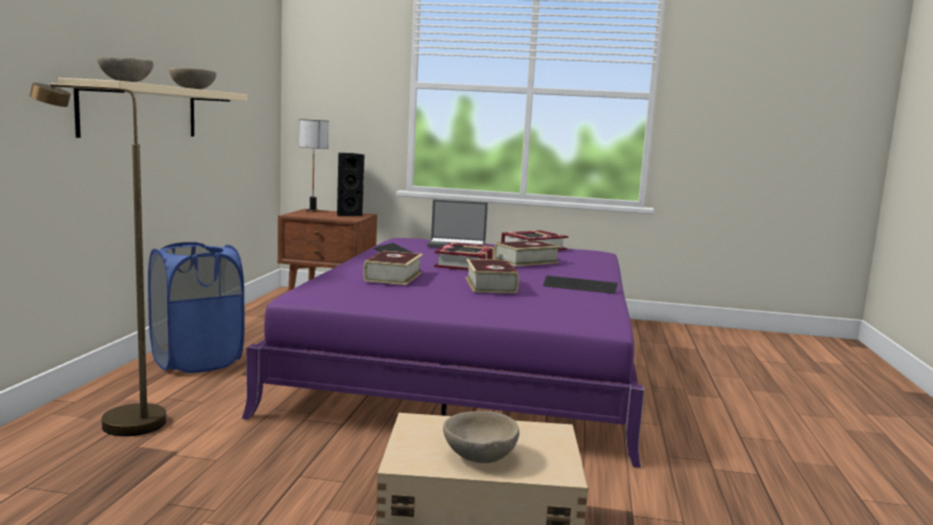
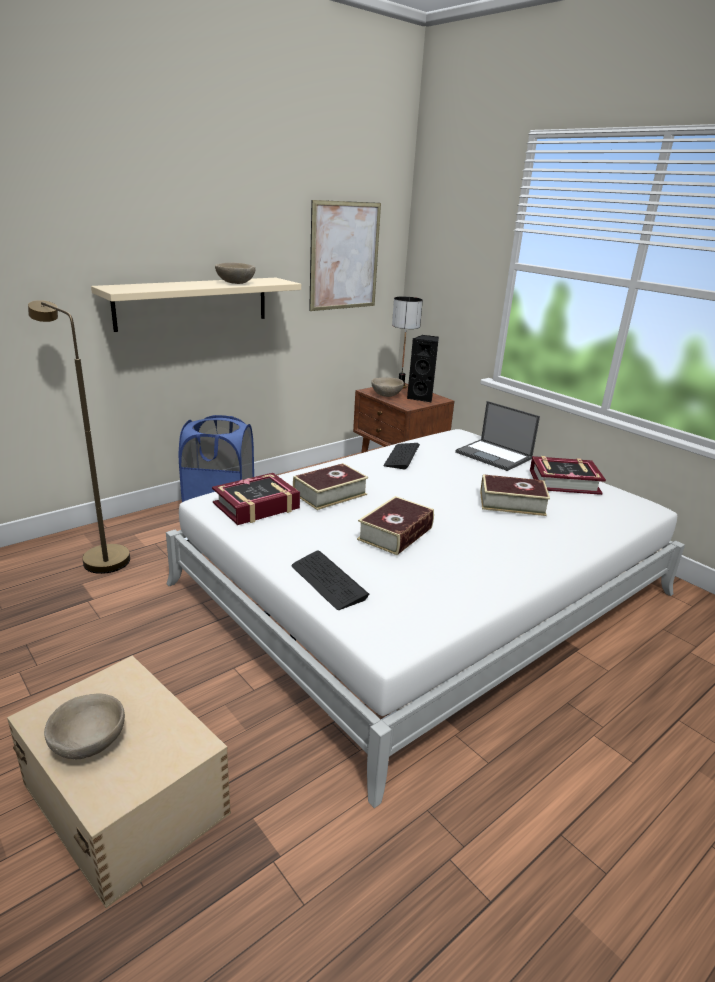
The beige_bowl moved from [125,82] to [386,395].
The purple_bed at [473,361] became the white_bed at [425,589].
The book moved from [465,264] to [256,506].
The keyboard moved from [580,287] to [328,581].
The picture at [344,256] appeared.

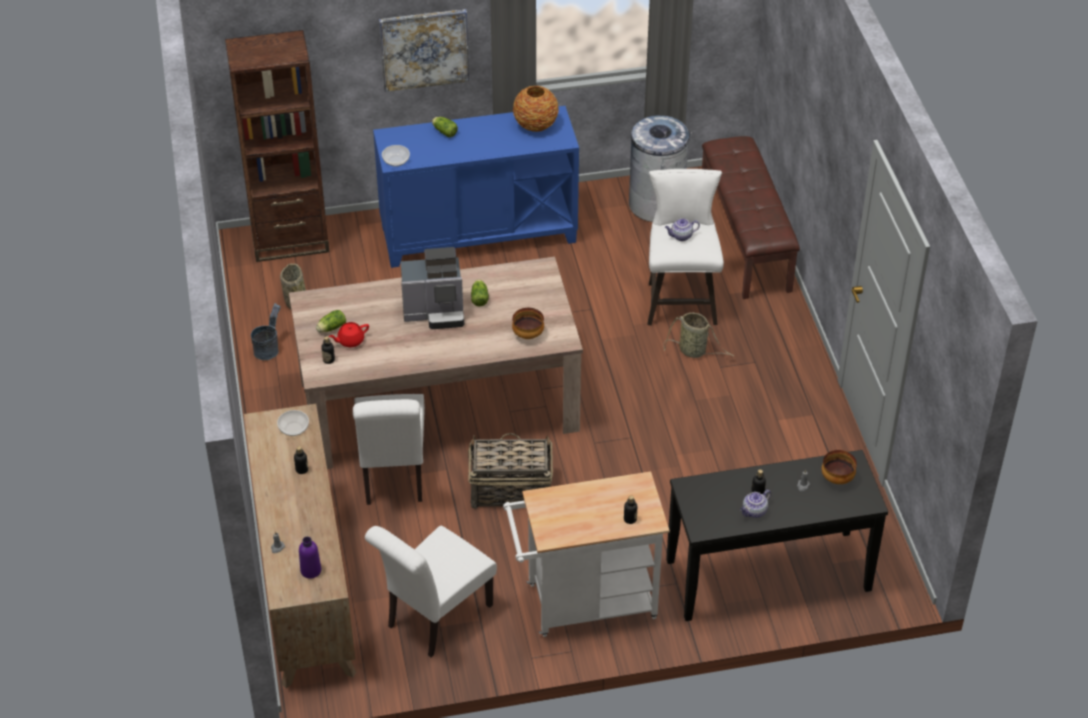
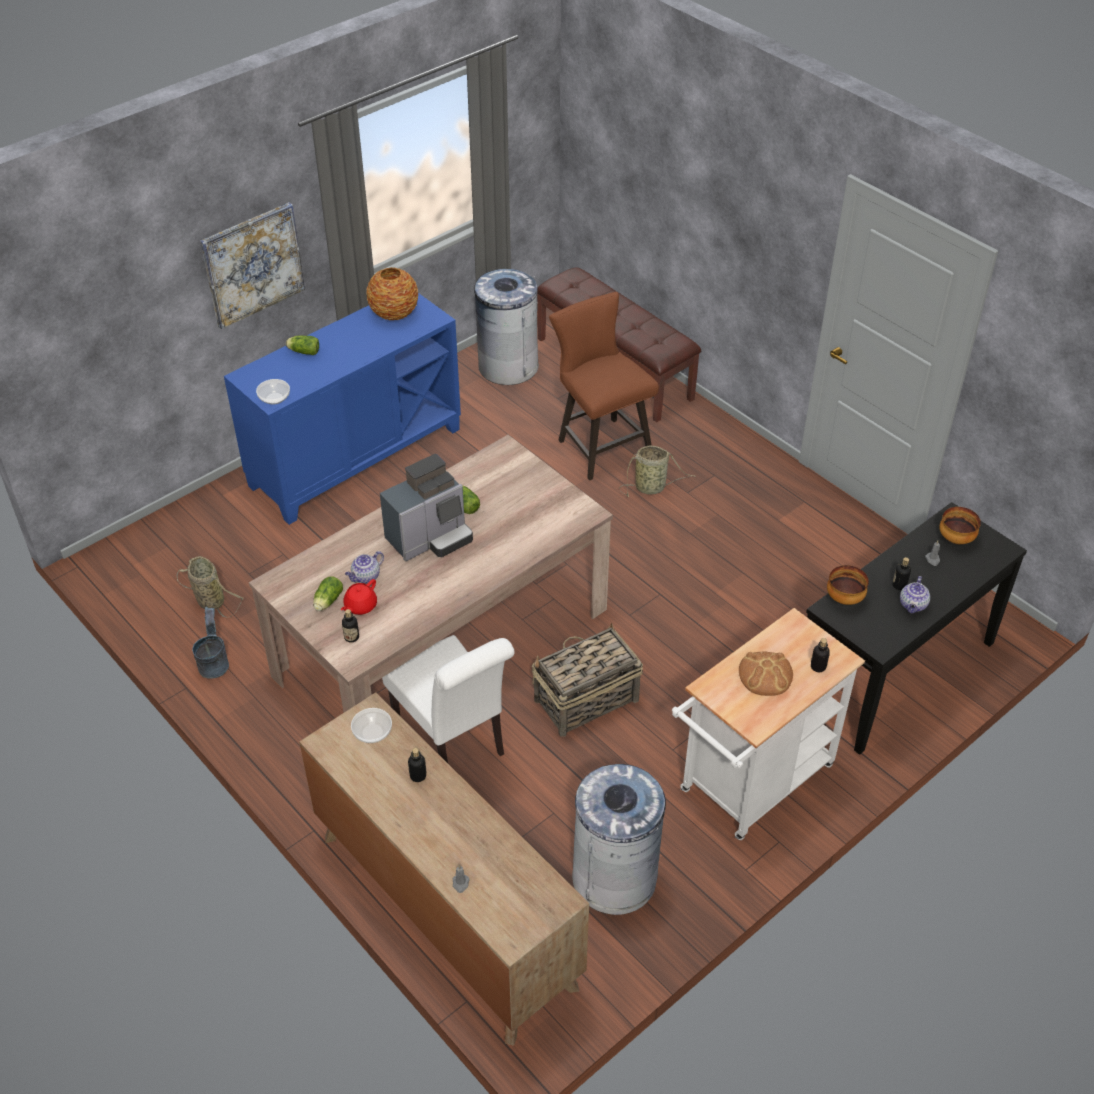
The brown_bookcase at [290,240] disappeared.
The purple_bottle at [311,570] disappeared.
The white_chair at [434,619] was replaced by the grey_trash_can at [615,877].
The bowl moved from [528,335] to [844,599].
The white_stool at [680,299] became the brown_stool at [600,444].
The teapot moved from [681,236] to [365,577].
The bread at [765,675] appeared.

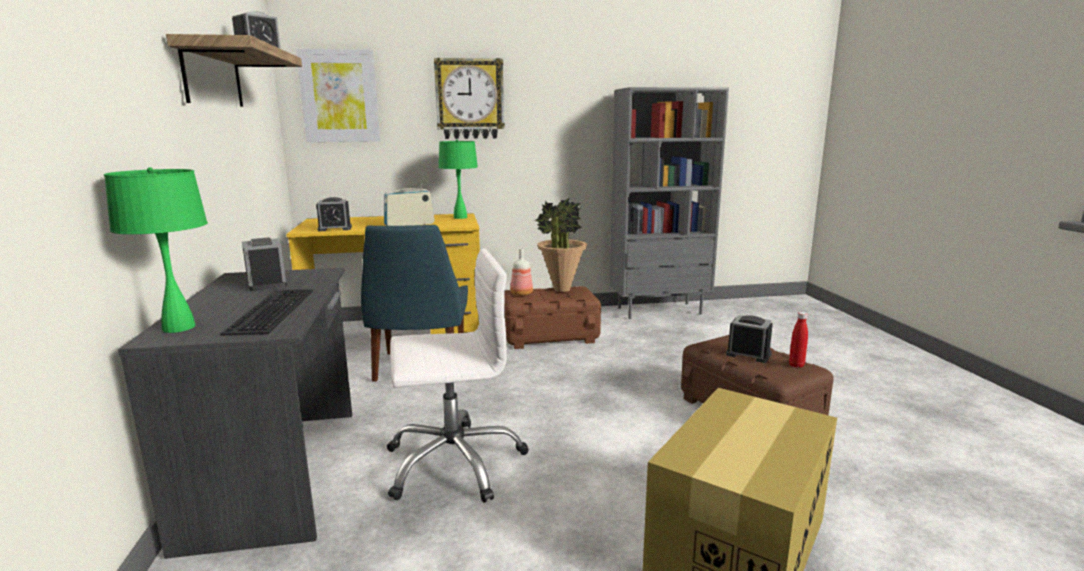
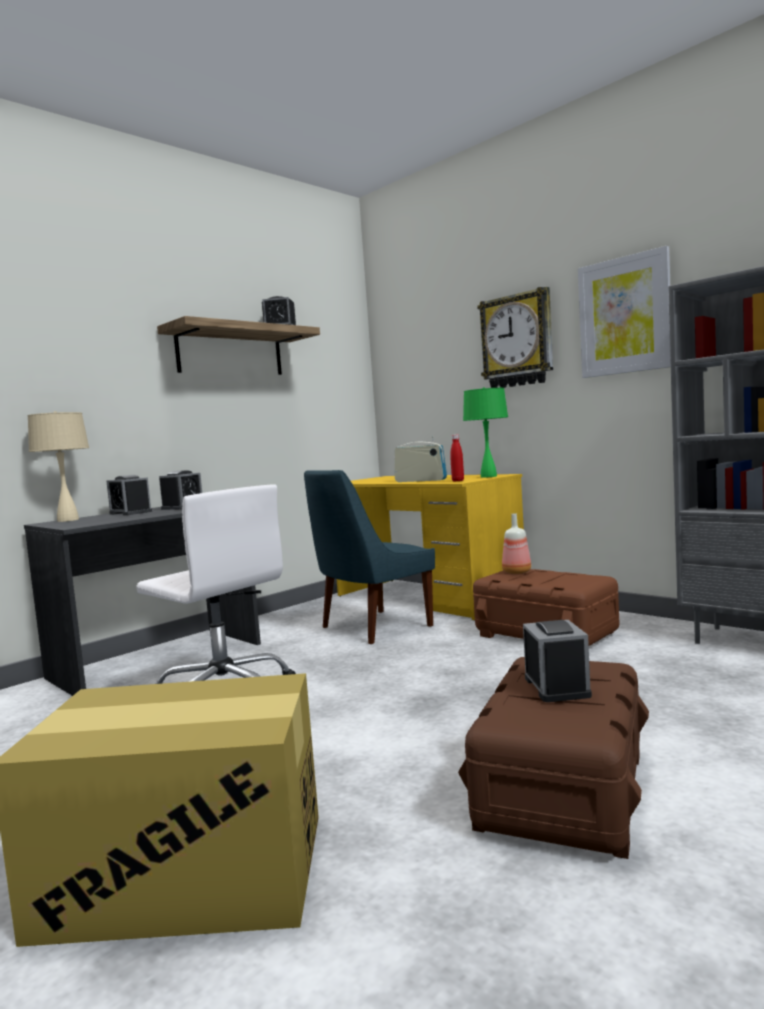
The green_table_lamp at [179,327] became the beige_table_lamp at [68,520].
The keyboard at [269,310] disappeared.
The picture moved from [339,96] to [624,315].
The alarm_clock moved from [335,228] to [130,513].
The potted_plant at [561,289] disappeared.
The red_bottle moved from [796,365] to [458,481].

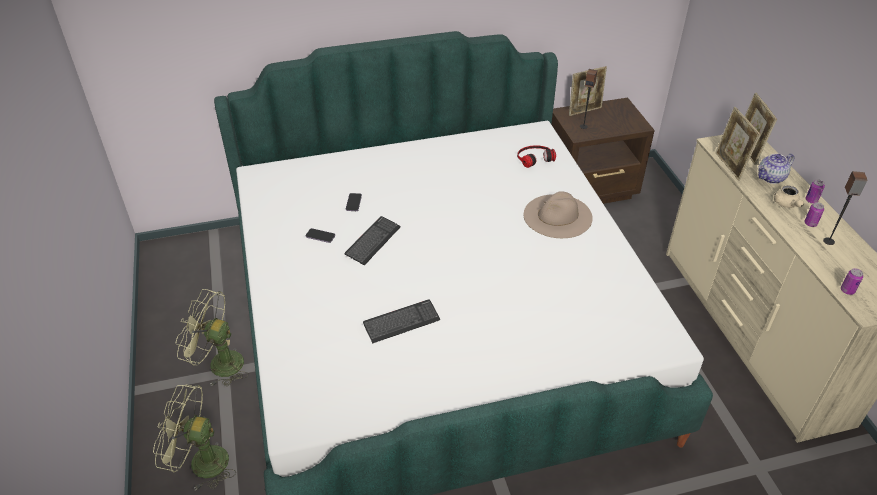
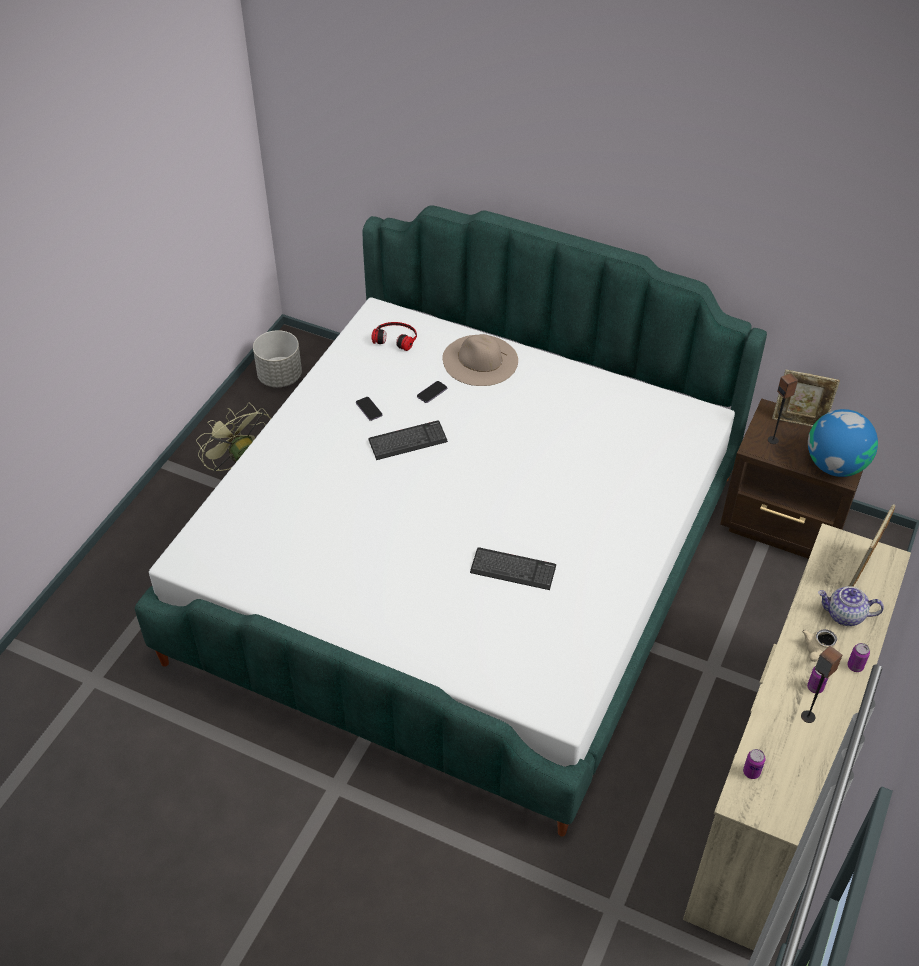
The green_fan at [200,463] disappeared.
The keyboard moved from [401,322] to [513,570].
The headphones moved from [534,157] to [396,337].
The beige_hat moved from [557,216] to [480,360].
The picture_frame at [729,166] disappeared.
The grey_planter at [280,376] appeared.
The globe at [835,465] appeared.

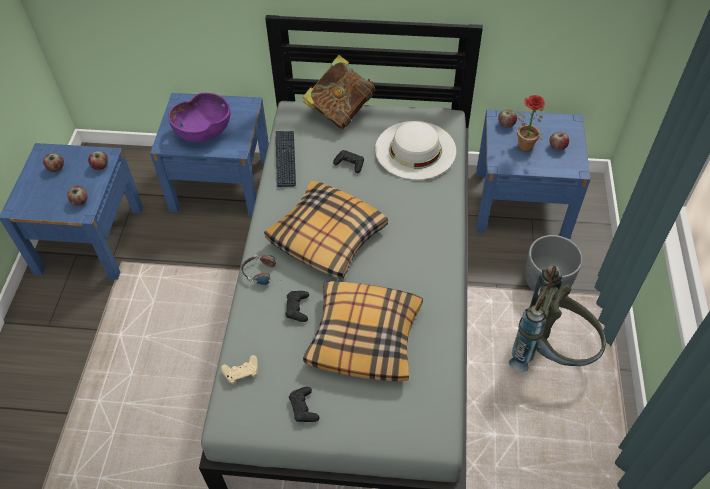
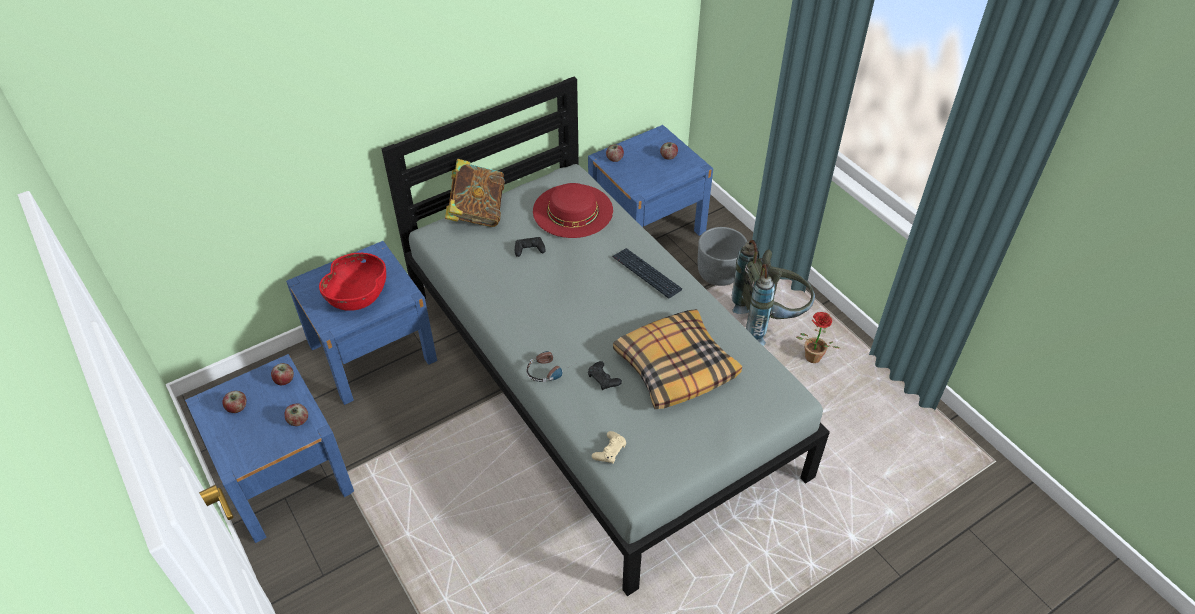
The purple_bowl at [204,132] became the red_bowl at [358,296].
The pillow at [326,237] disappeared.
The keyboard moved from [285,159] to [646,274].
The black_game_controller at [304,407] disappeared.
The white_hat at [415,150] became the red_hat at [573,210].
The potted_plant moved from [522,146] to [810,360].

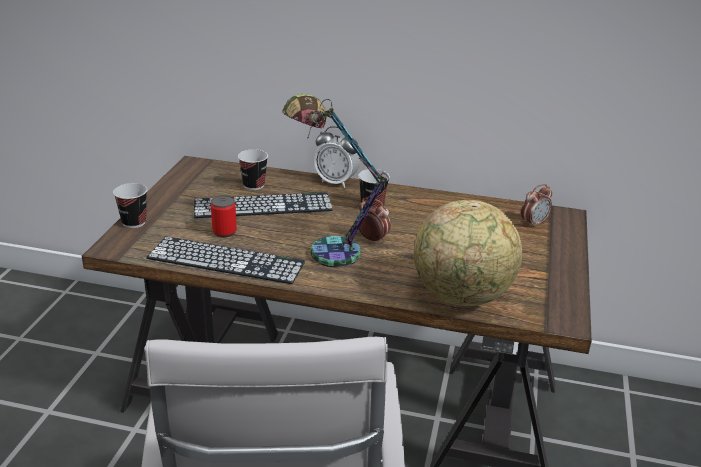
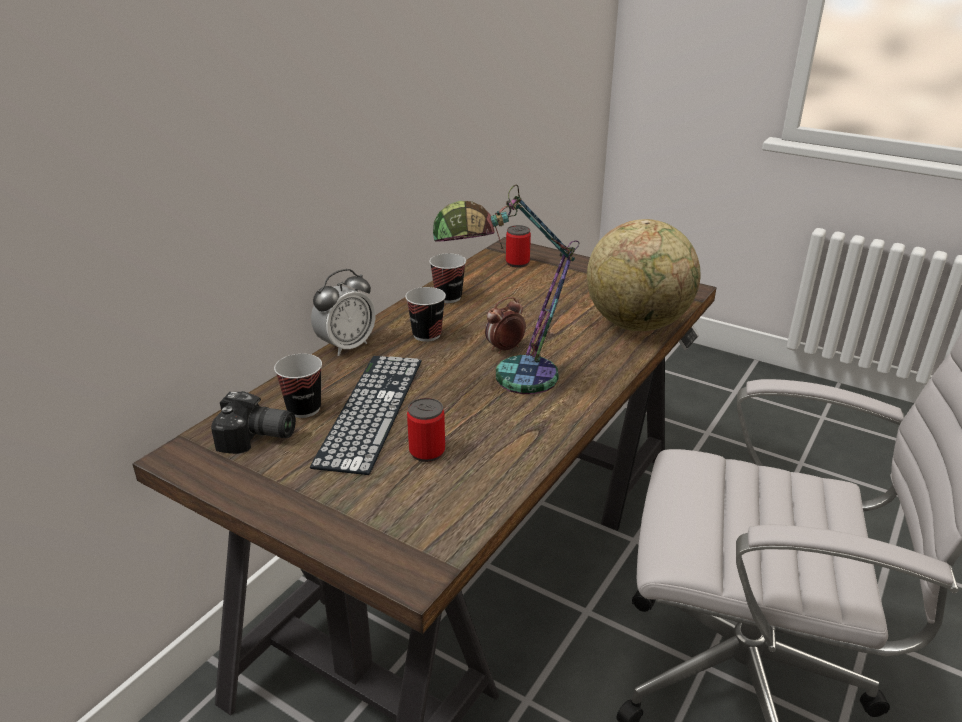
The cup moved from [134,222] to [448,297].
The keyboard at [226,260] disappeared.
The alarm_clock at [533,223] was replaced by the can at [517,263].
The photo_camera at [257,439] appeared.

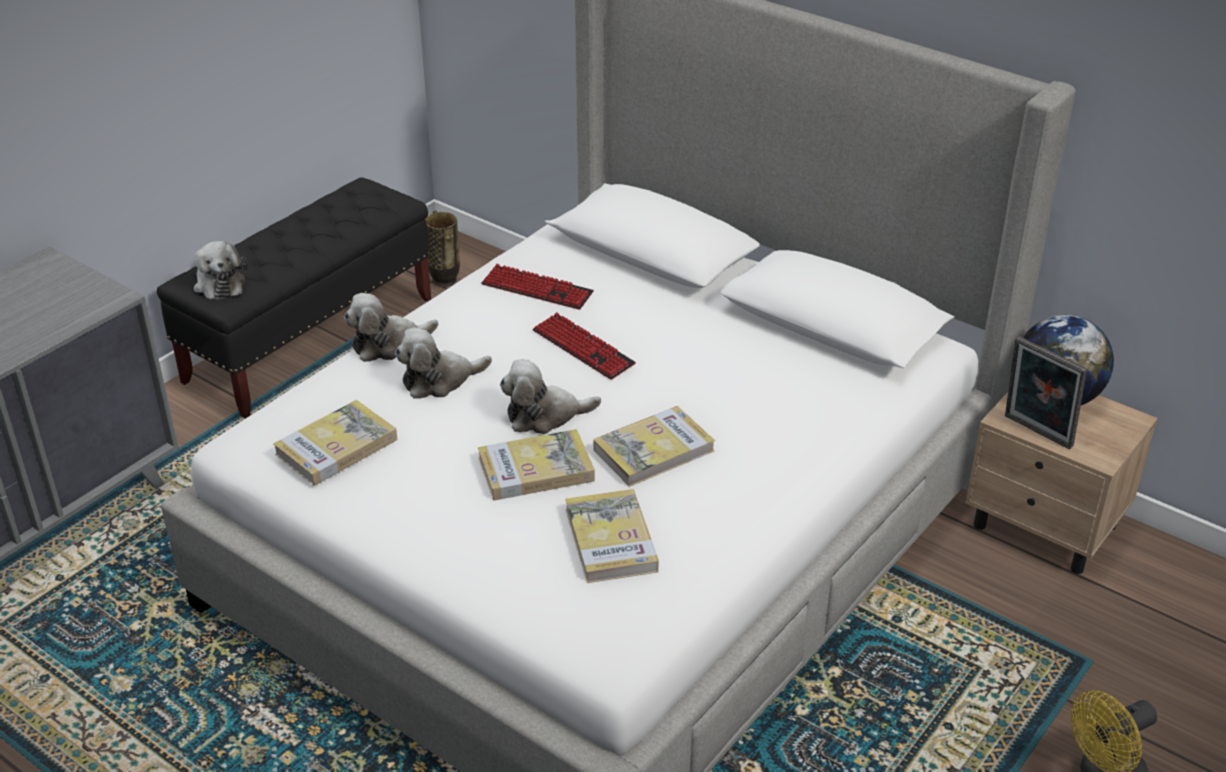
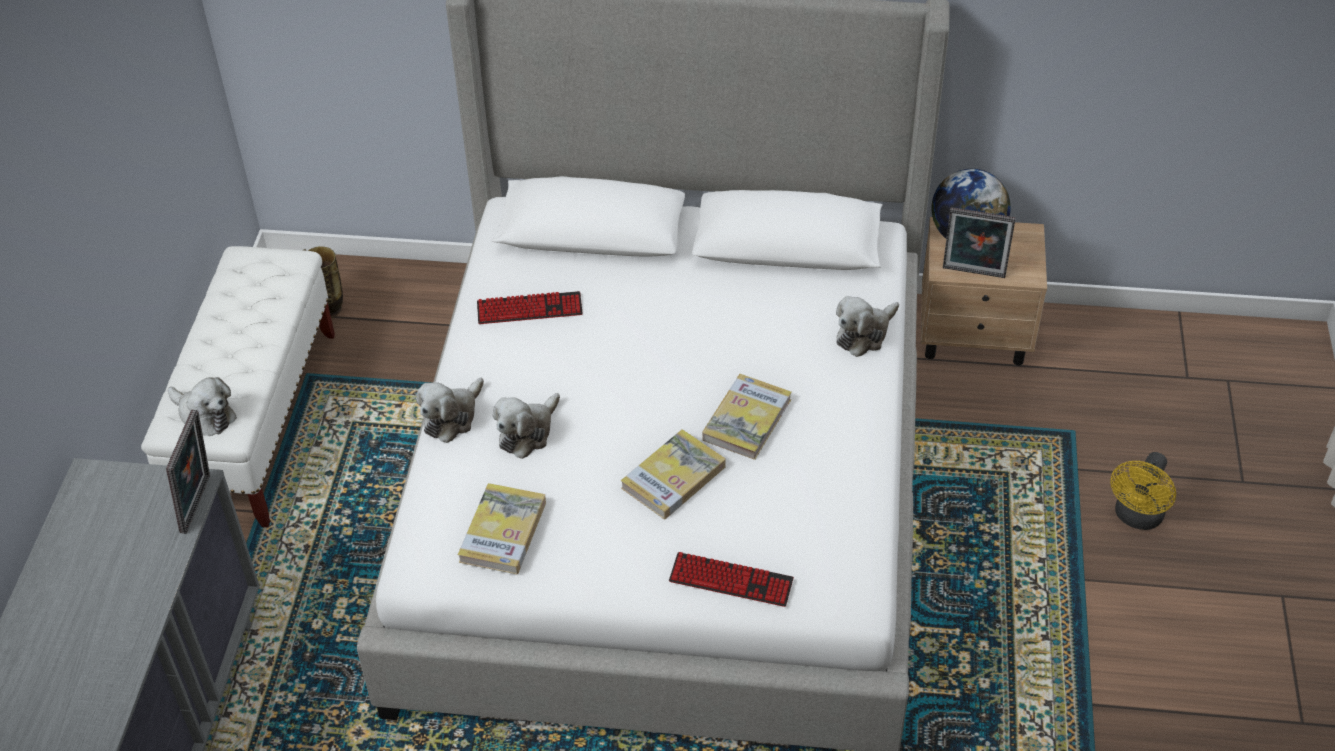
The black_bench at [311,340] became the white_bench at [257,423].
The plush_toy moved from [545,416] to [864,334].
The keyboard moved from [583,348] to [731,581].
The book at [610,540] disappeared.
The picture_frame at [200,504] appeared.

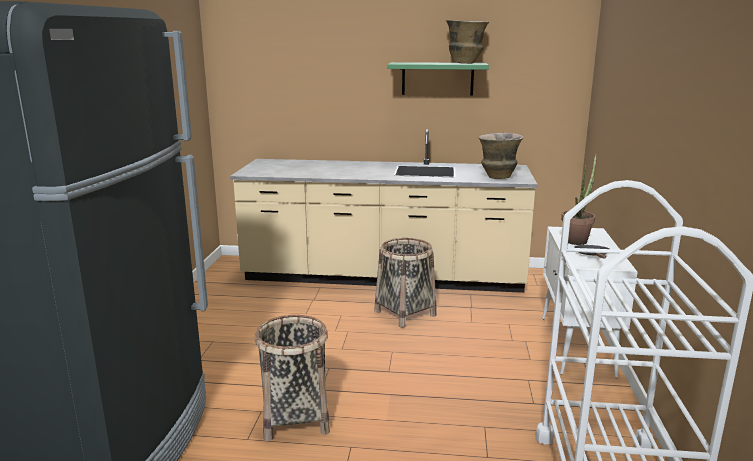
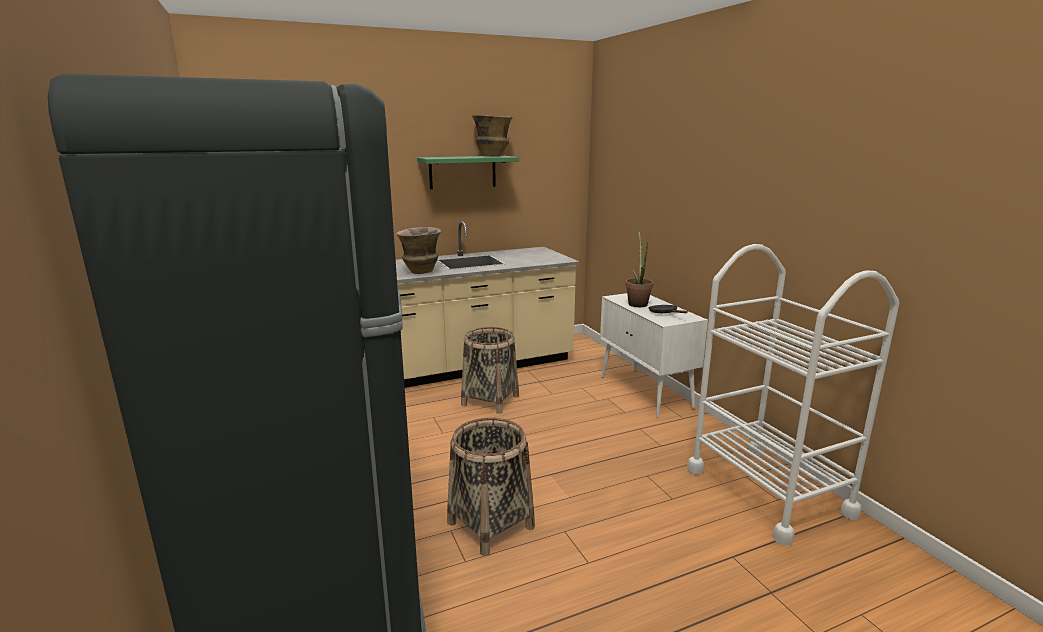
The vase moved from [498,177] to [421,272].

